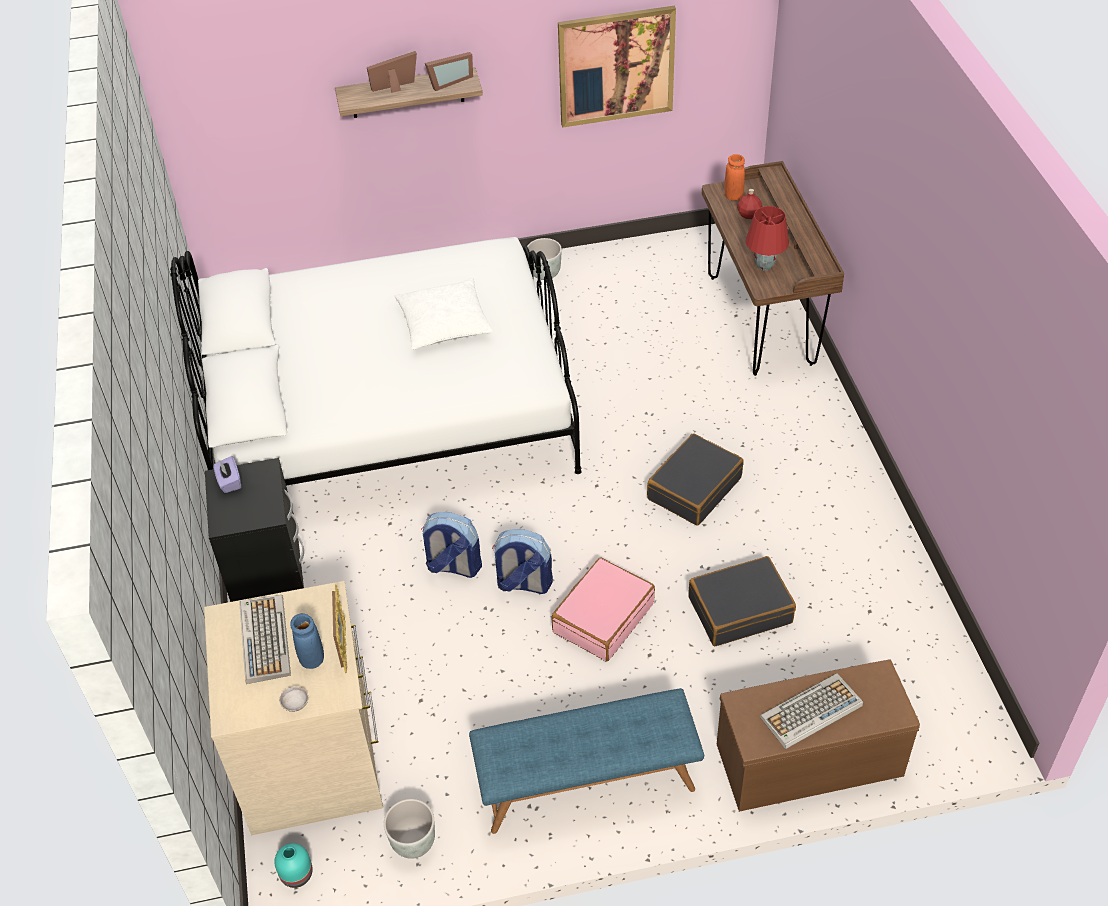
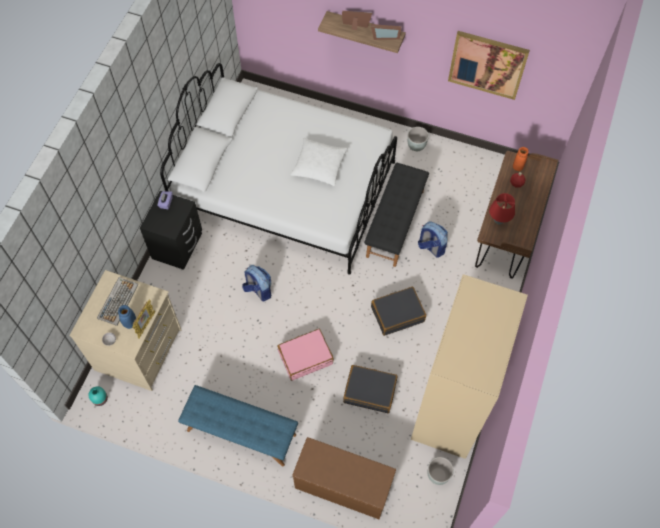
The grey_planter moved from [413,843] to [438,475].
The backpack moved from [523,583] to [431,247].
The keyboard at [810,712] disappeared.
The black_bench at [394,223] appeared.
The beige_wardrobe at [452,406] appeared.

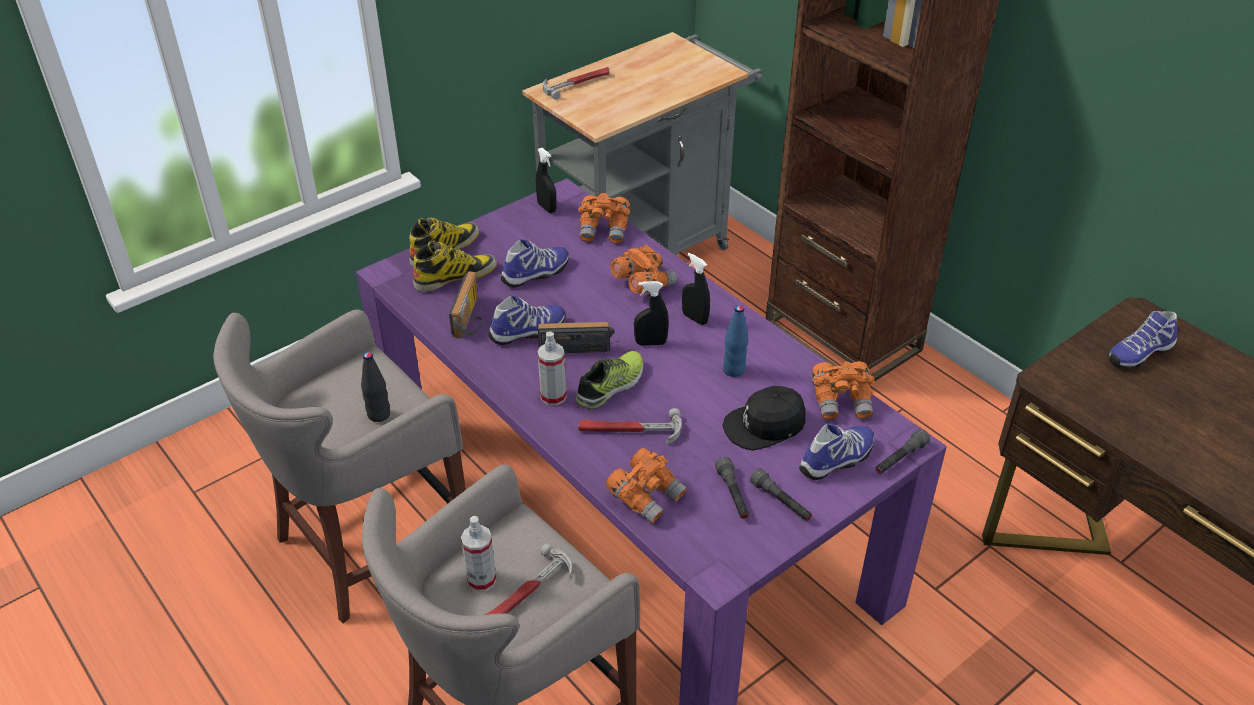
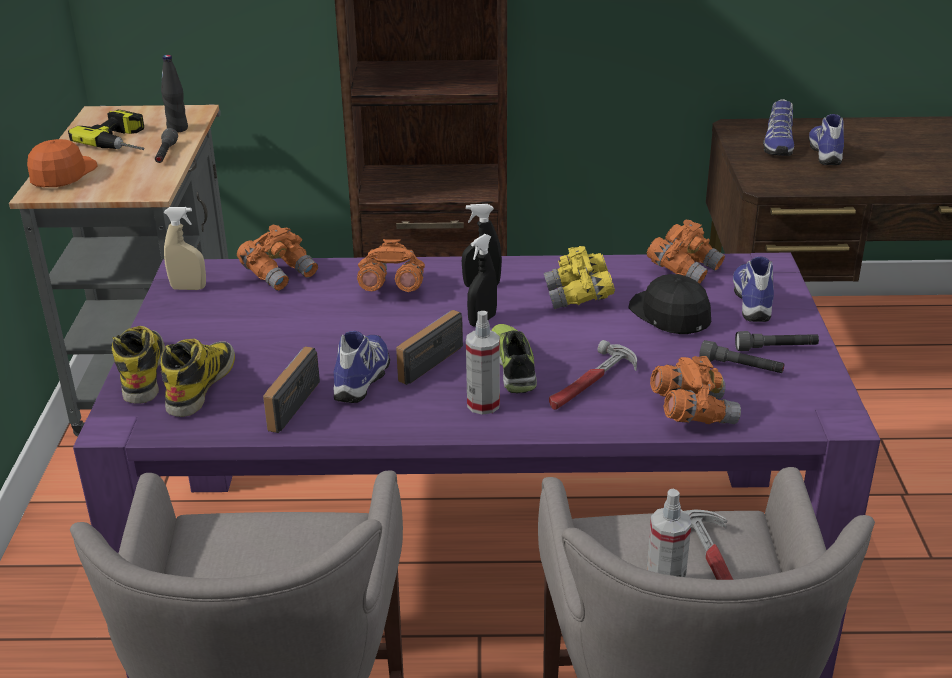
The black_bottle moved from [379,415] to [177,129].
The radio at [471,318] turned 120 degrees counterclockwise.
The shoe moved from [536,274] to [826,153].
The black_spray_bottle at [547,208] became the beige_spray_bottle at [188,288].
The hammer at [577,83] was replaced by the orange_cap at [62,174].
The black_cap at [765,425] turned 135 degrees clockwise.
The blue_bottle at [734,370] was replaced by the yellow_binoculars at [579,297].
The grey_flashlight moved from [900,459] to [166,154].
The power_drill at [125,141] appeared.

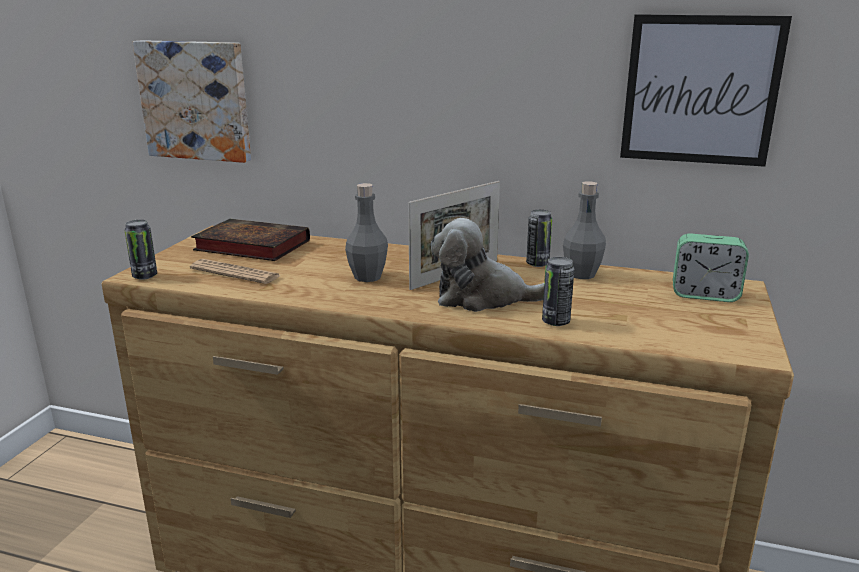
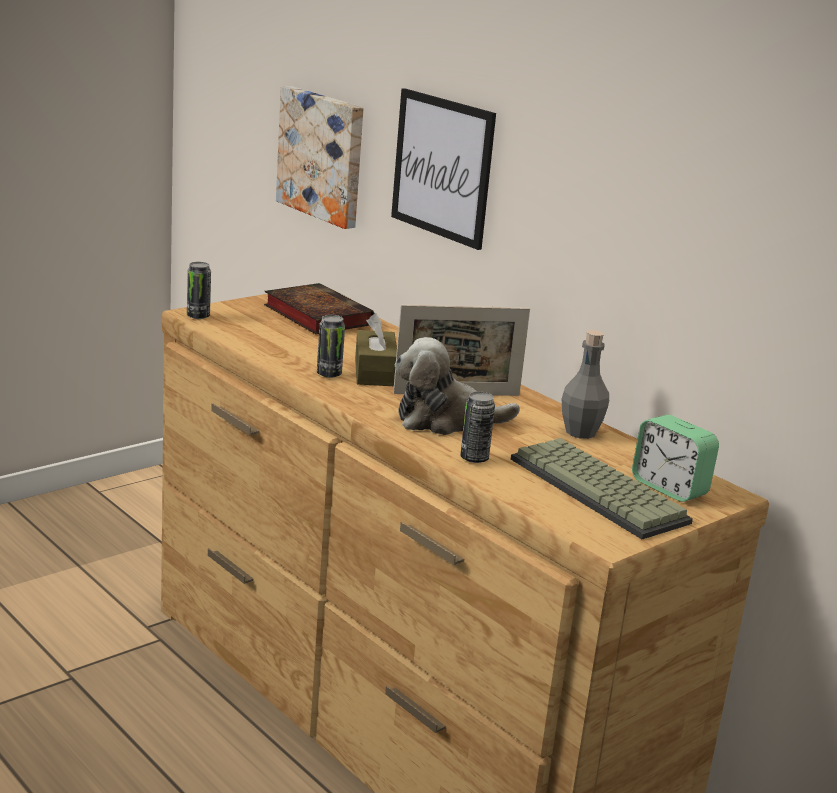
The newspaper at [235,273] disappeared.
The grey_bottle at [367,277] was replaced by the brown_tissue_box at [374,372].
The plush_toy at [483,298] turned 45 degrees counterclockwise.
The can moved from [537,264] to [329,374].
The picture moved from [700,90] to [442,167].
The keyboard at [601,490] appeared.

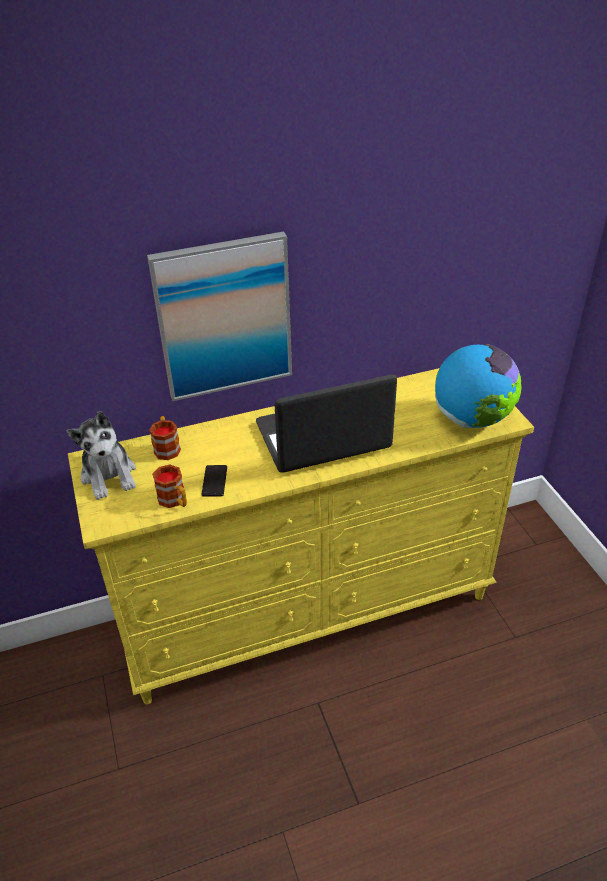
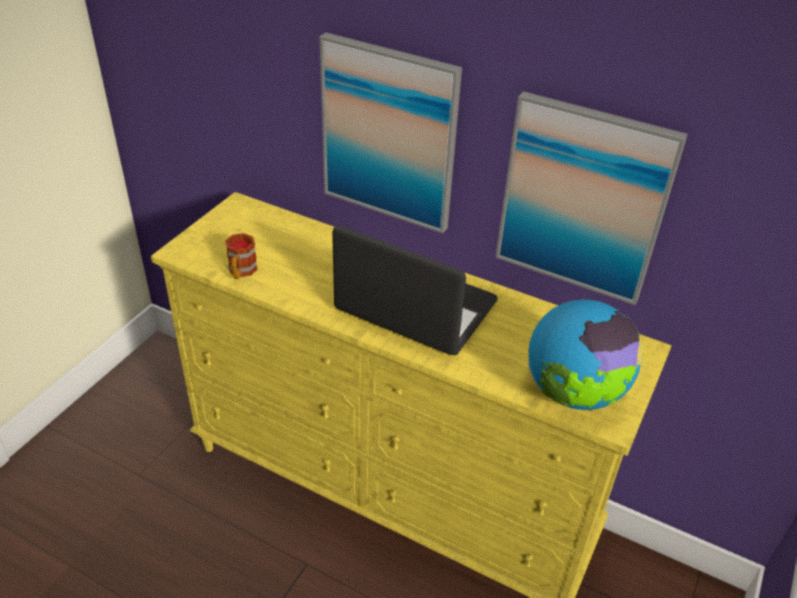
The plush_toy at [109,475] disappeared.
The mug at [166,447] disappeared.
The phone at [214,481] disappeared.
The picture at [583,199] appeared.

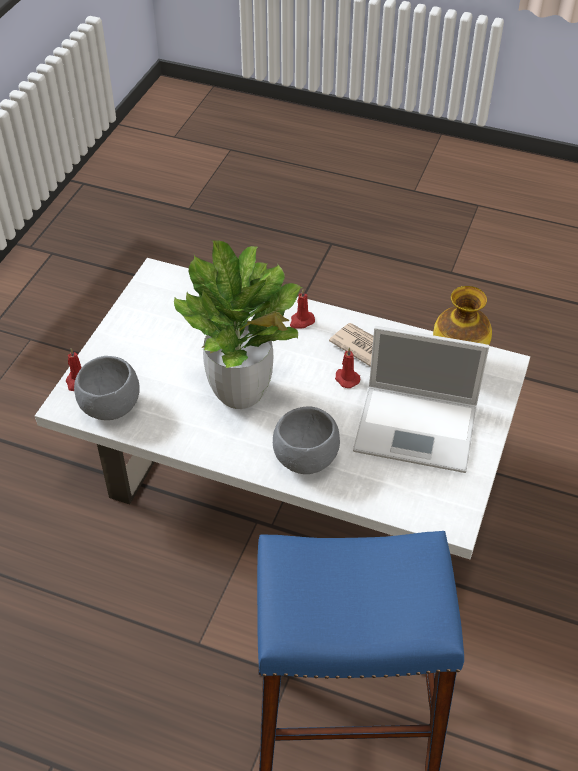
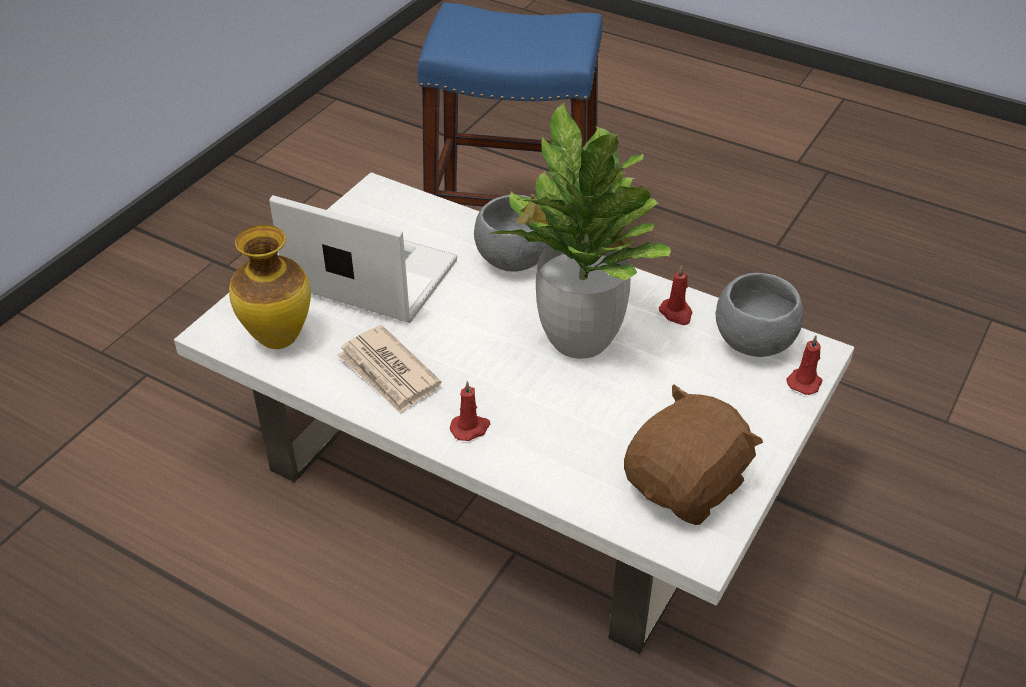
The red_candle moved from [346,378] to [676,313].
The brown_plush_toy at [686,485] appeared.

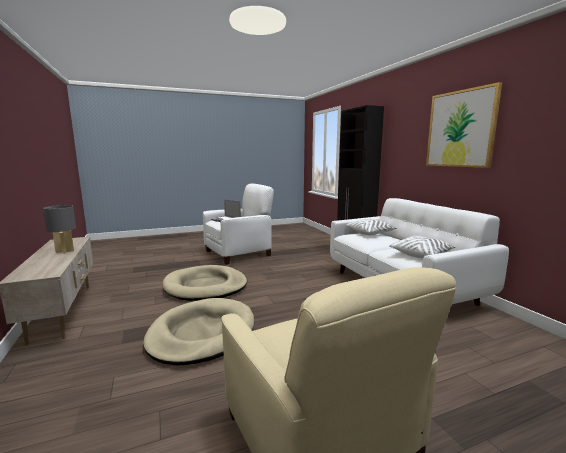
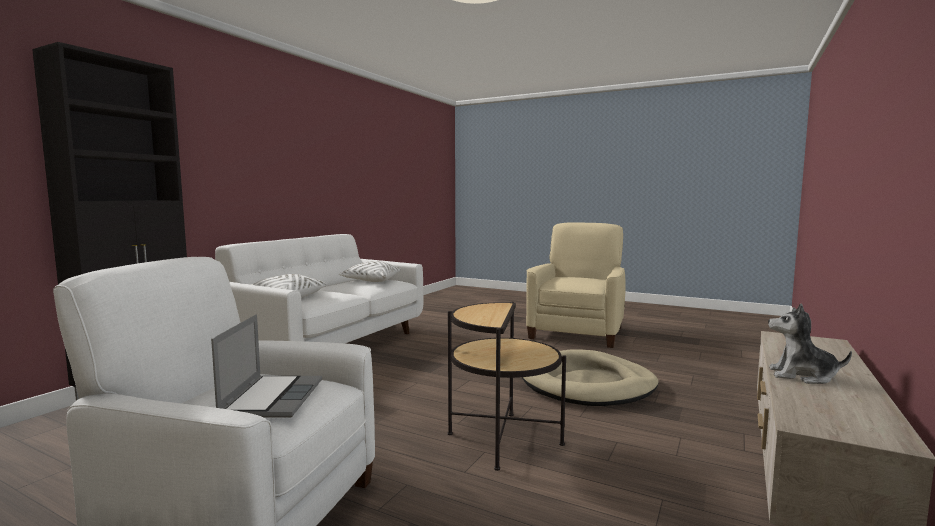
The grey_table_lamp at [64,251] was replaced by the plush_toy at [802,376].
The beige_dog_bed at [205,286] was replaced by the side_table at [505,439].
The picture at [460,129] disappeared.

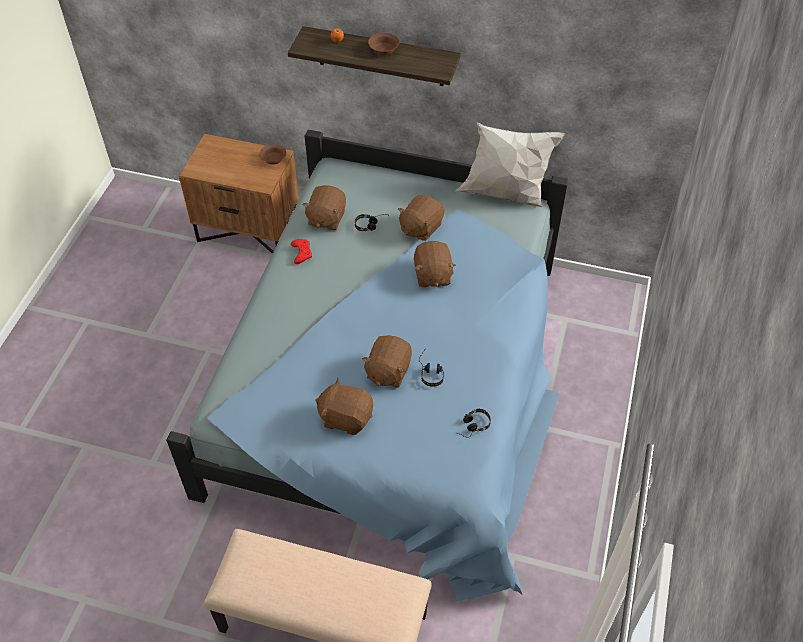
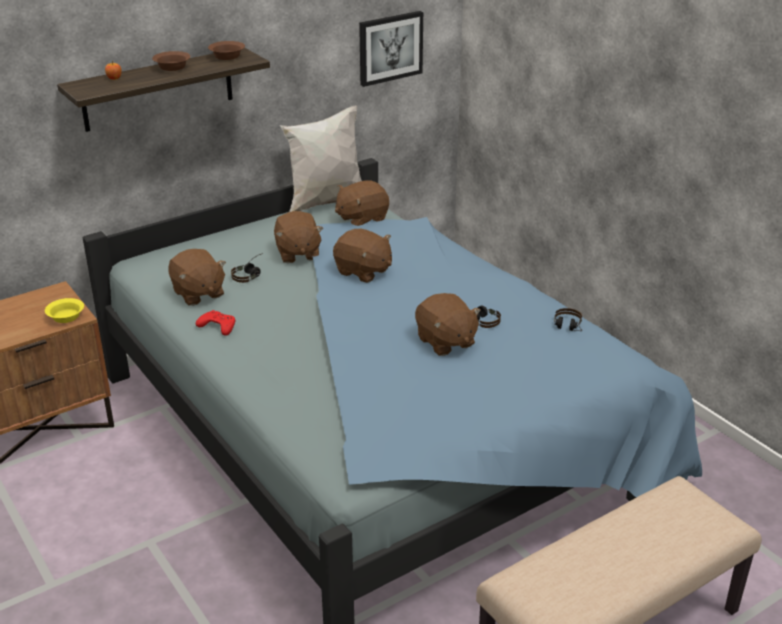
The brown_bowl moved from [274,159] to [228,56].
The brown_plush_toy moved from [346,417] to [361,219].
The yellow_bowl at [66,316] appeared.
The picture at [390,47] appeared.

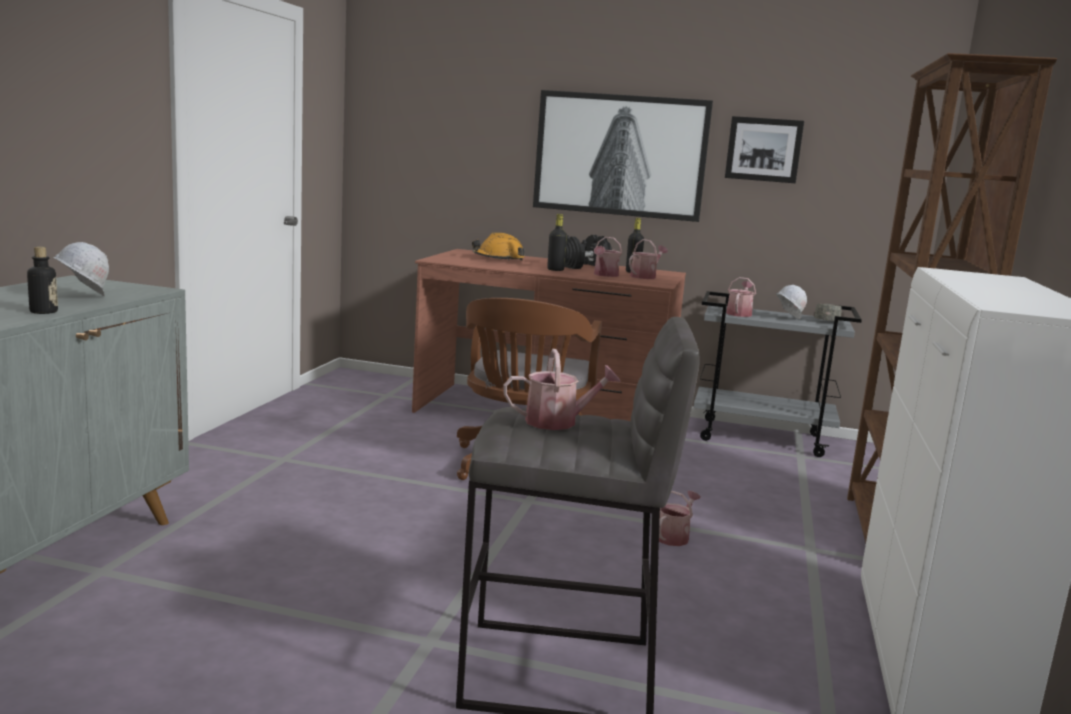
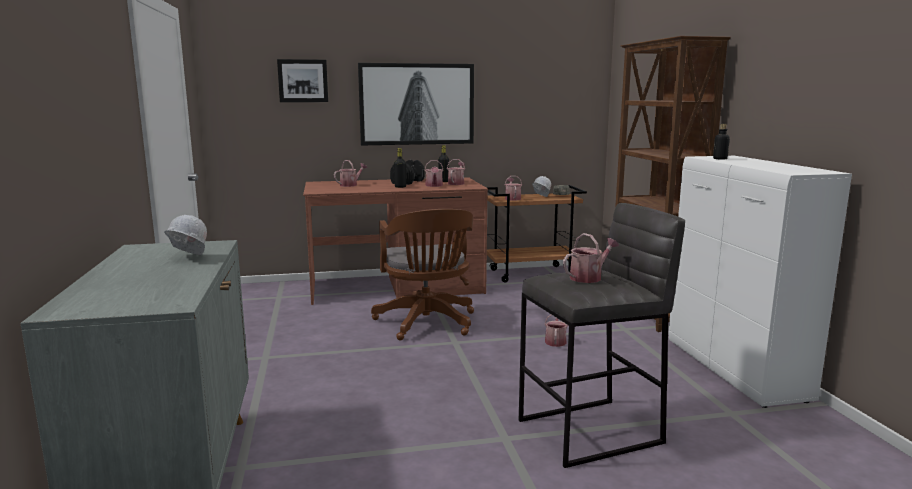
The bottle moved from [43,312] to [720,159].
The orange_hard_hat at [498,259] was replaced by the watering_can at [350,185].
The grey_cart at [762,437] became the brown_cart at [532,274].
The picture moved from [763,149] to [303,81].

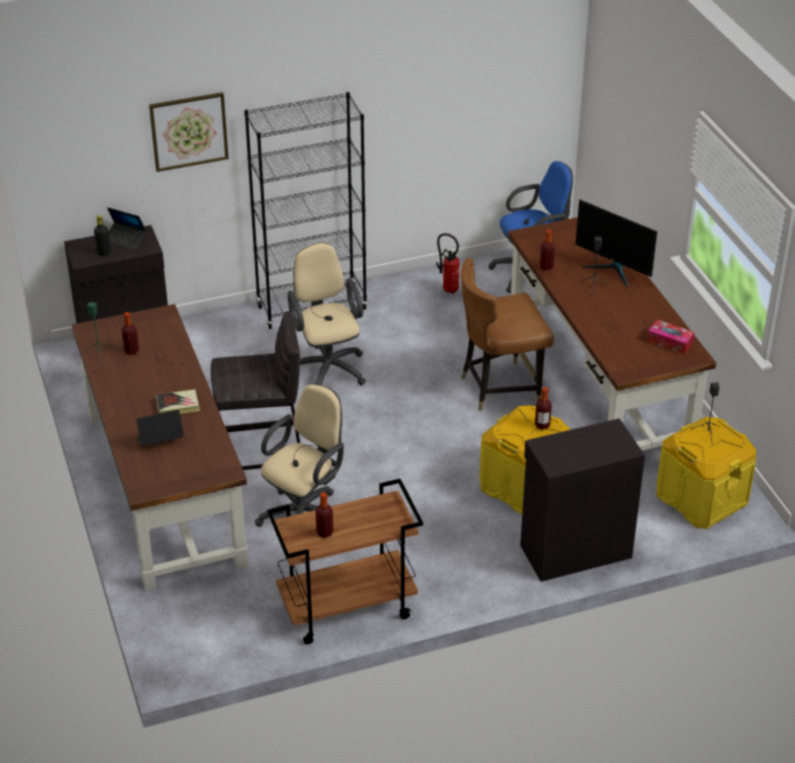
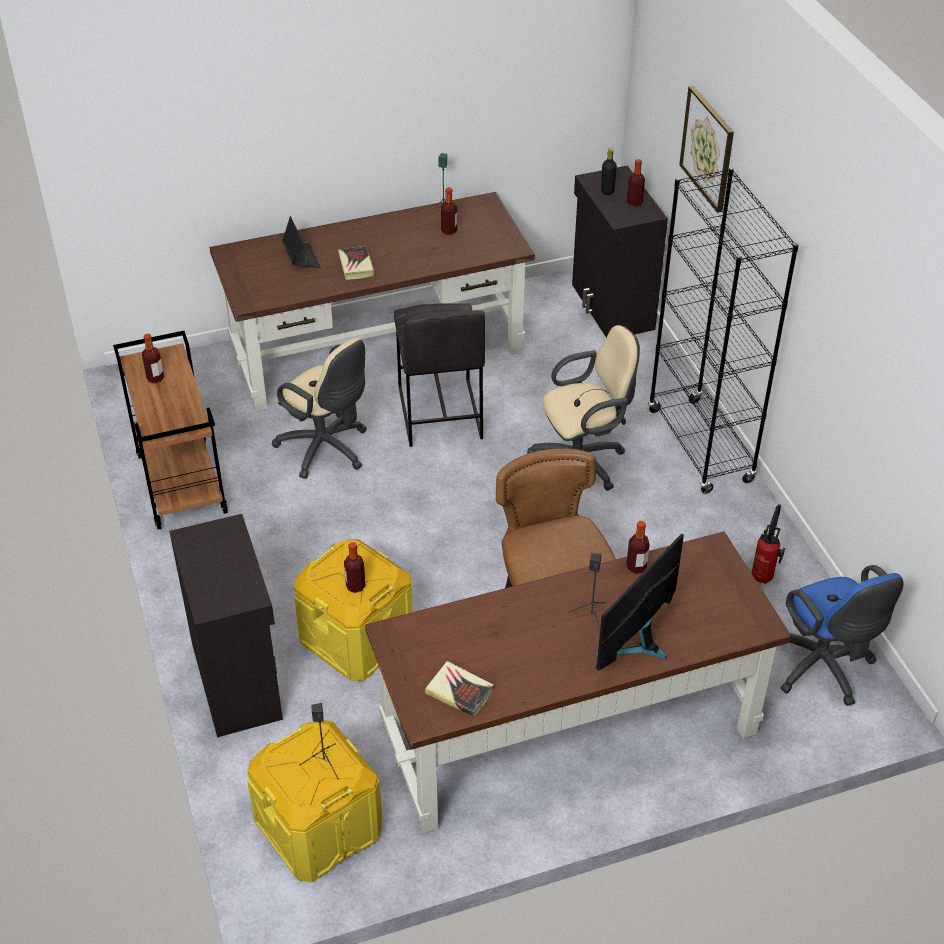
The laptop at [125,240] was replaced by the bottle at [634,203].
The tissue_box at [669,342] was replaced by the book at [459,692].

